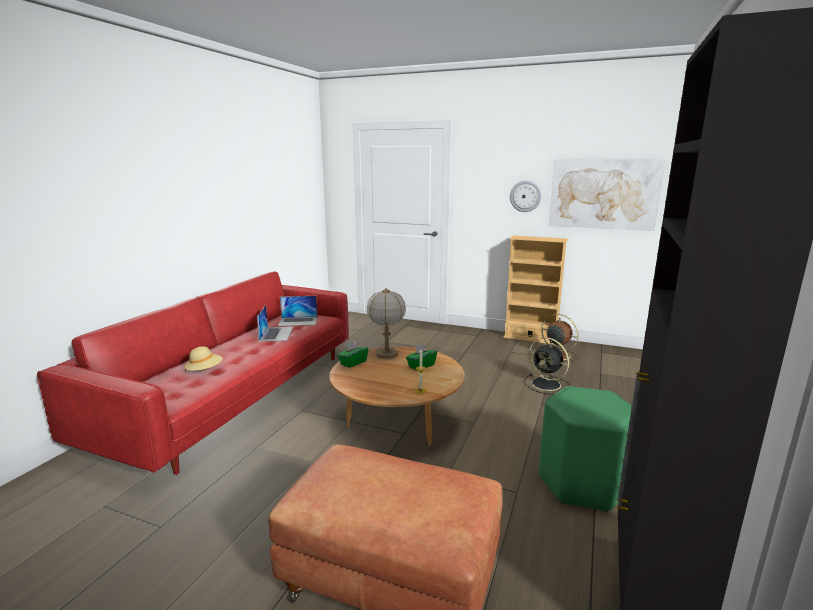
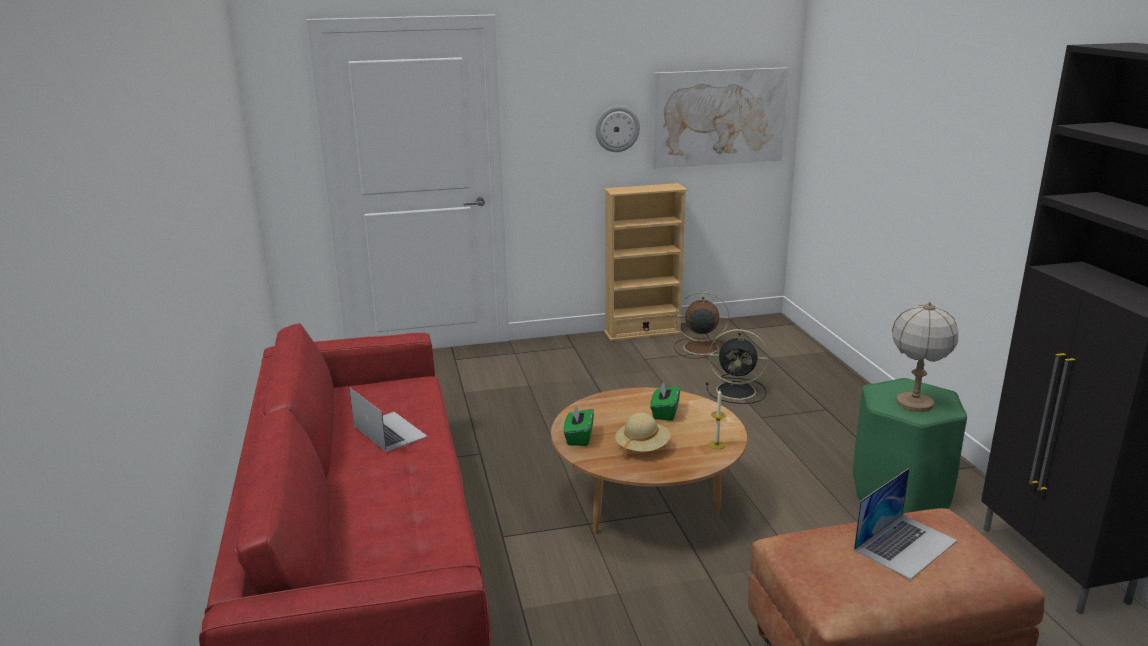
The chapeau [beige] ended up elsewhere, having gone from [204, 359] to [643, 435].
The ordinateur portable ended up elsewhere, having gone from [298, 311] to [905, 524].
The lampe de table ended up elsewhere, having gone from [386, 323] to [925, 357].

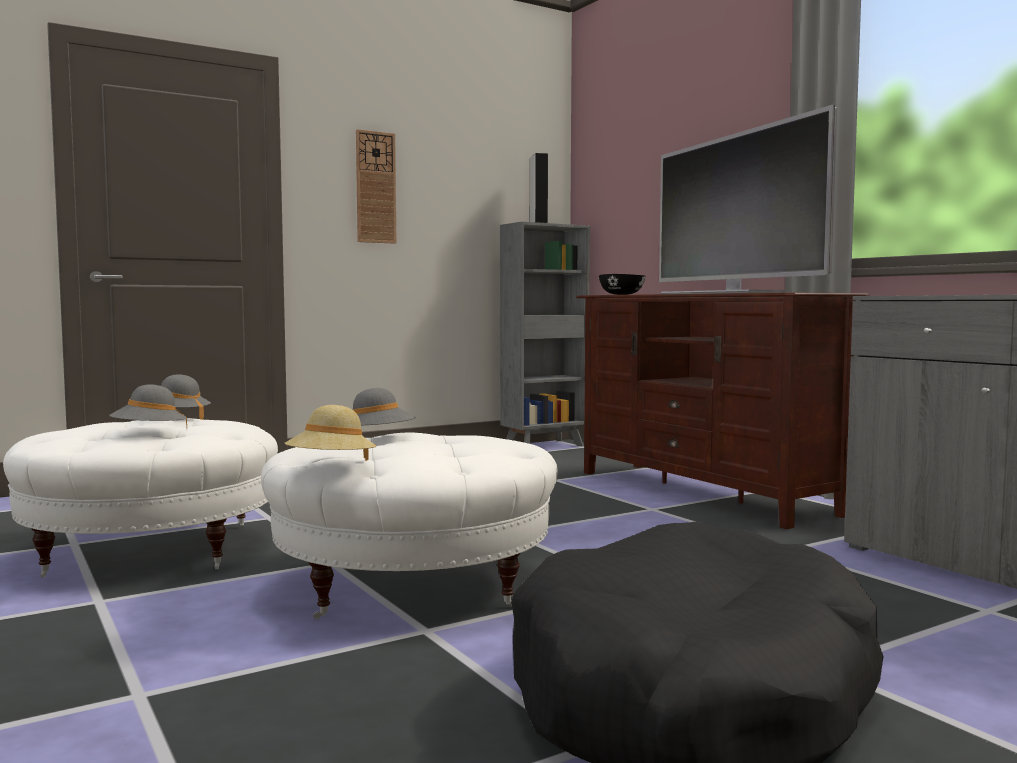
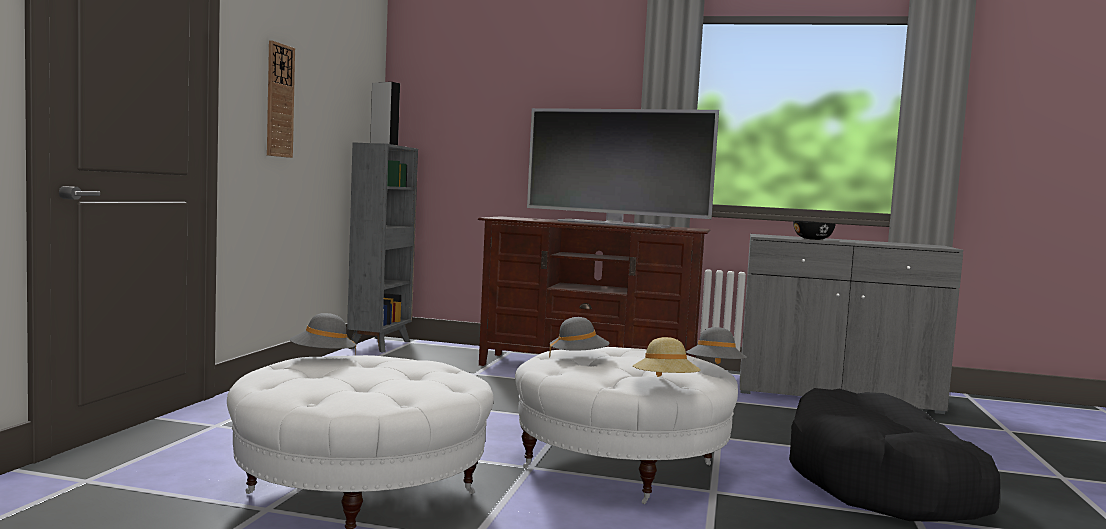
The chapeau [gris] ended up elsewhere, having gone from [148, 405] to [716, 345].
The bol [noir] ended up elsewhere, having gone from [622, 284] to [814, 230].

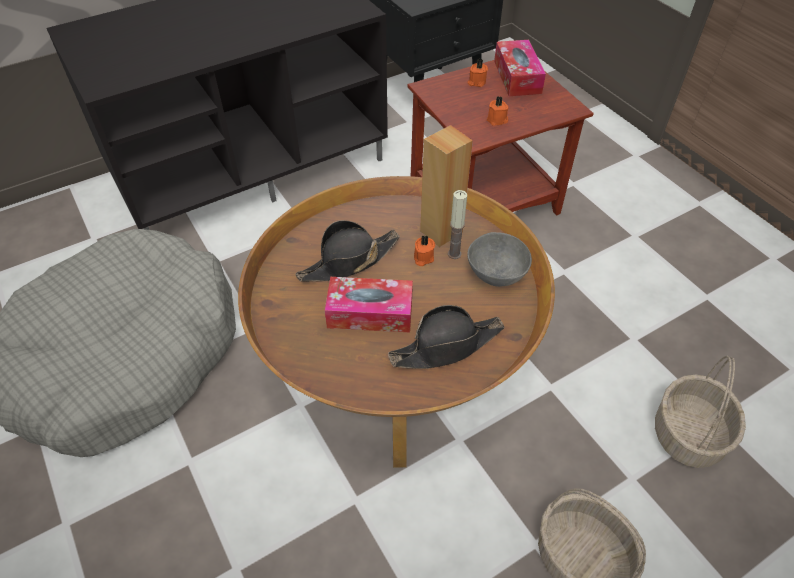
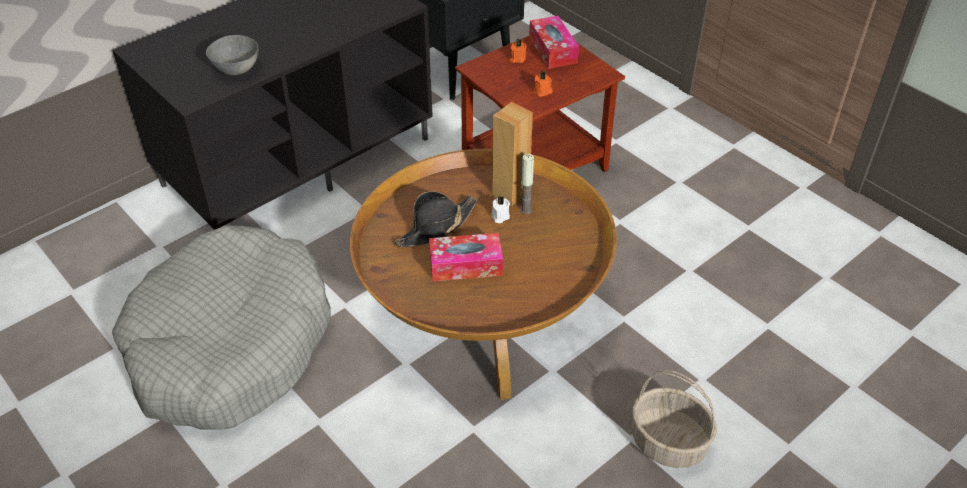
The second view lost the chapeau [noir] at [446, 337].
What was the bougie [orange] at [424, 250] turned into the bougie [blanc] at [500, 209].
The bol [gris] ended up elsewhere, having gone from [499, 259] to [232, 55].
The second view lost the panier at [700, 412].

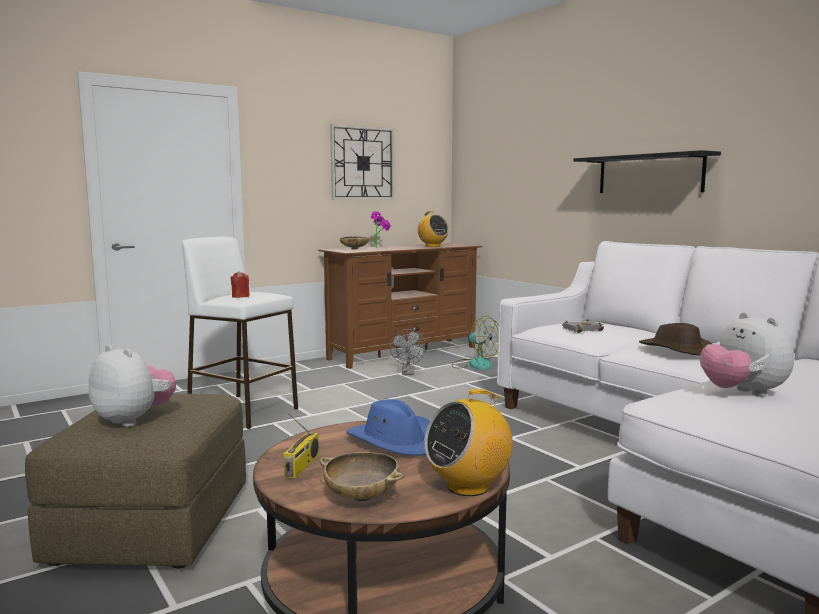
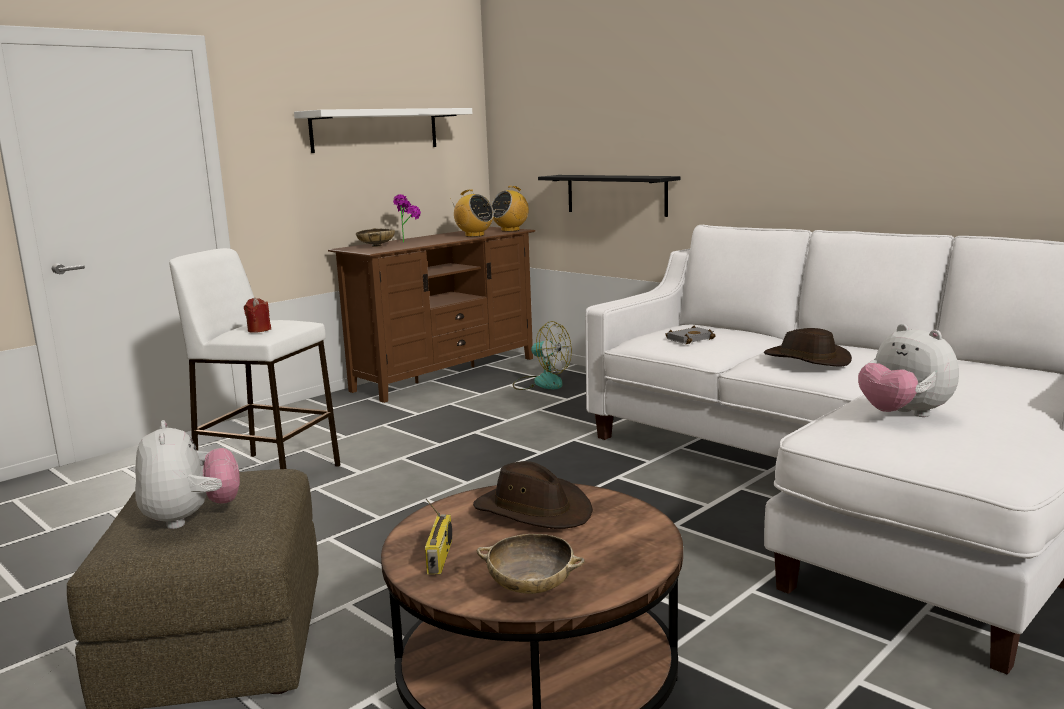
The peluche at [132, 386] ended up facing another way, 45 degrees clockwise from before.
Where the horloge murale hung at [362, 162], the étagère [blanc] came to hang at [383, 130].
What was the chapeau [bleu] at [388, 427] turned into the chapeau [marron] at [533, 495].
The second view lost the ventilateur [gris] at [408, 352].
The radio ended up elsewhere, having gone from [468, 442] to [510, 209].
The étagère [noir] ended up elsewhere, having gone from [647, 171] to [609, 196].

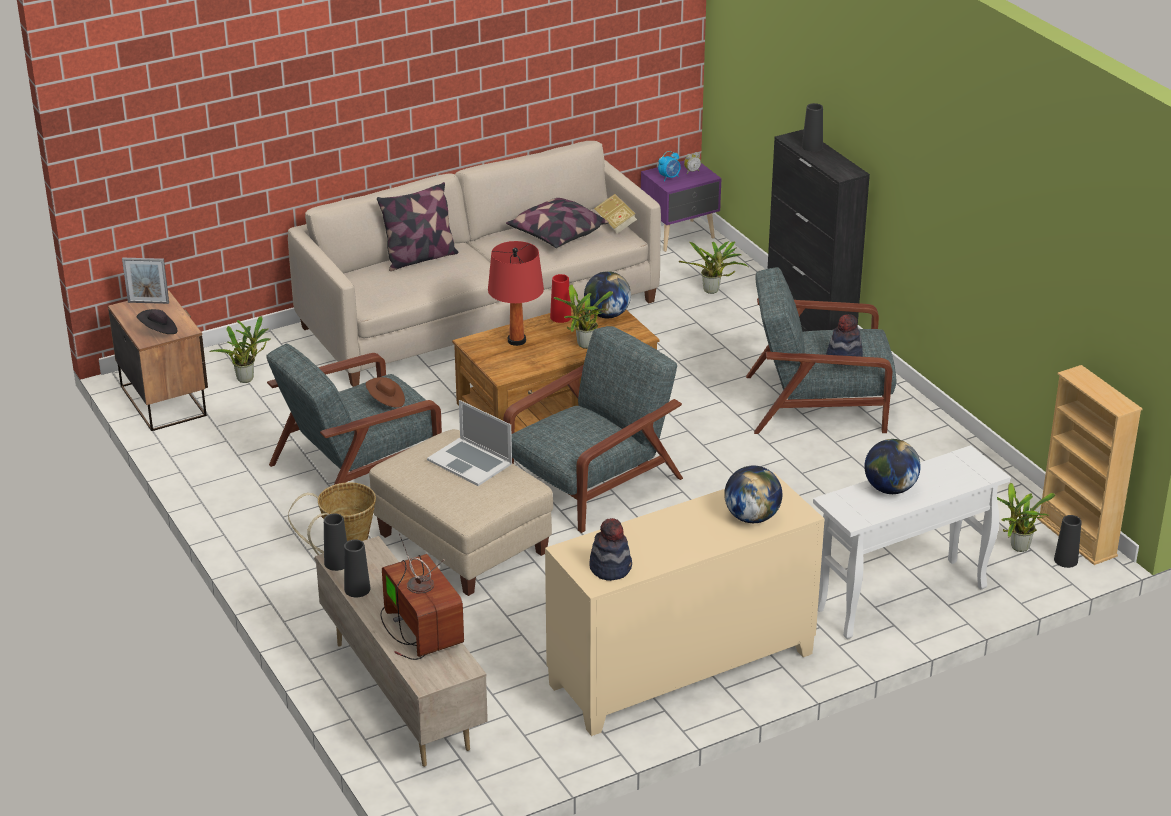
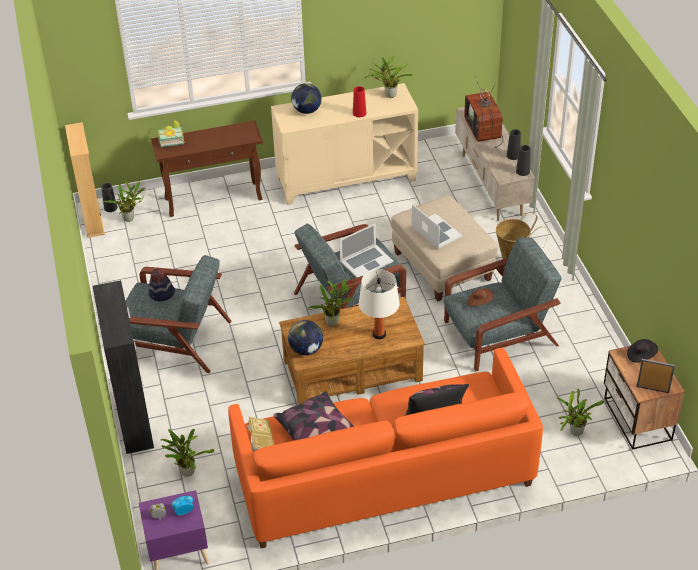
What was the canapé [beige] at [474, 264] turned into the canapé [orange] at [385, 448].
What was the lampe de table [rouge] at [516, 293] turned into the lampe de table [blanc] at [379, 304].
The vase [rouge] ended up elsewhere, having gone from [560, 298] to [359, 101].
Where the chapeau stood at [610, 549], the plante en pot came to stand at [389, 77].
The second view lost the vase [noir] at [812, 127].
What was the table console [blanc] at [912, 542] turned into the table console [marron] at [207, 168].
The second view lost the globe at [892, 466].
The second view gained the livre at [171, 133].
The second view gained the ordinateur portable at [366, 250].

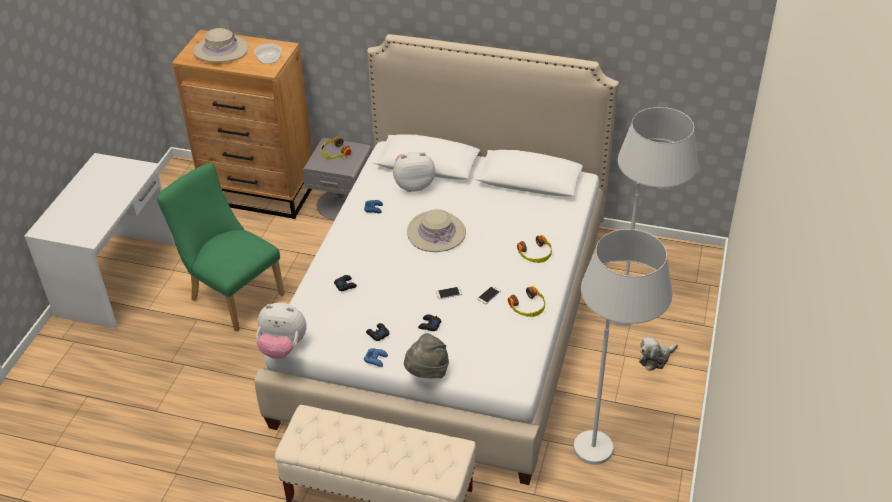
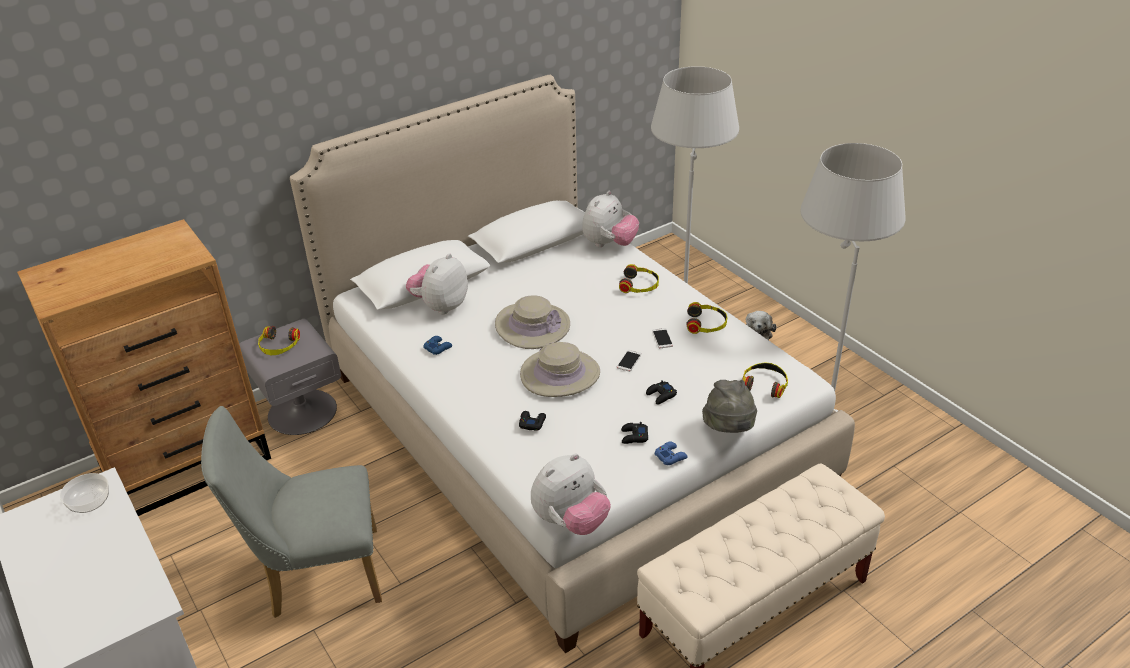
What was the chaise [vert] at [221, 247] turned into the chaise [gris] at [291, 512].
The chapeau [beige] ended up elsewhere, having gone from [220, 45] to [560, 369].
The bol ended up elsewhere, having gone from [268, 53] to [84, 493].
The second view gained the peluche at [610, 218].
The second view gained the casque audio at [765, 380].

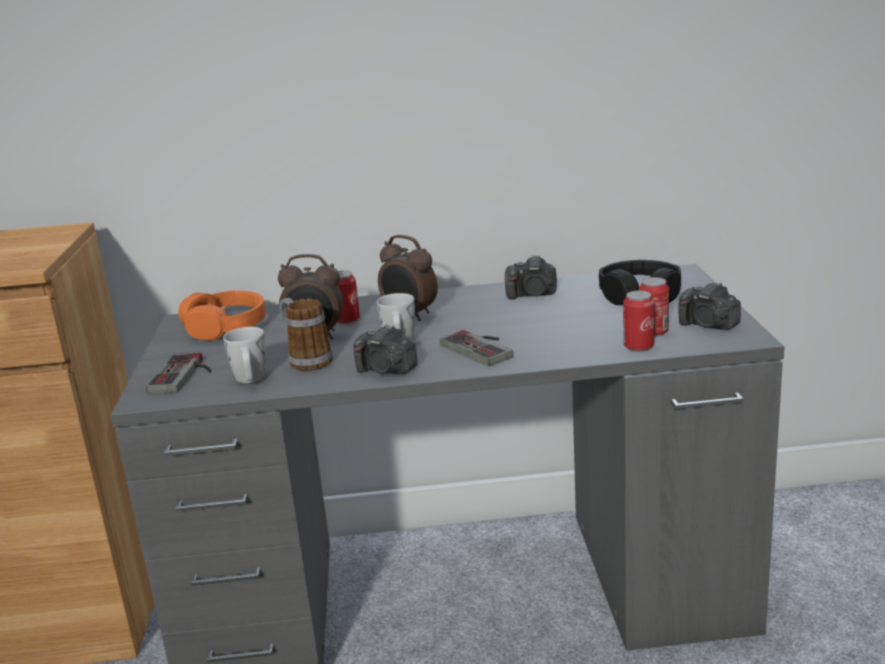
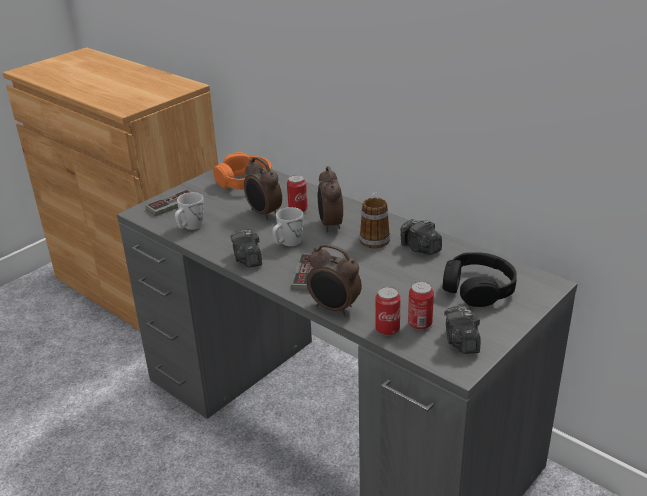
The mug ended up elsewhere, having gone from [306, 334] to [374, 220].
The second view gained the réveil at [334, 280].

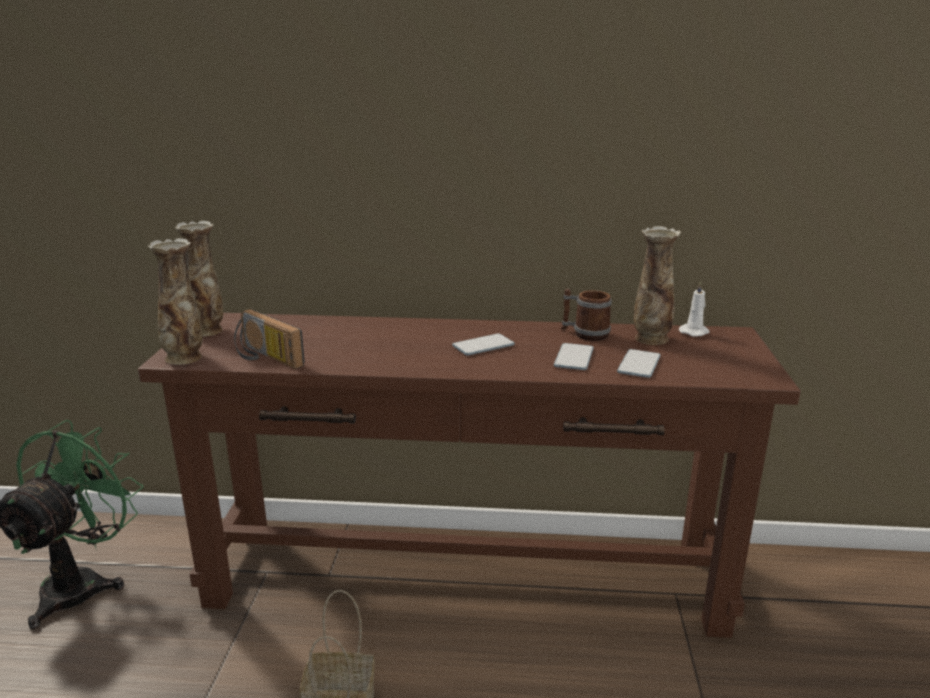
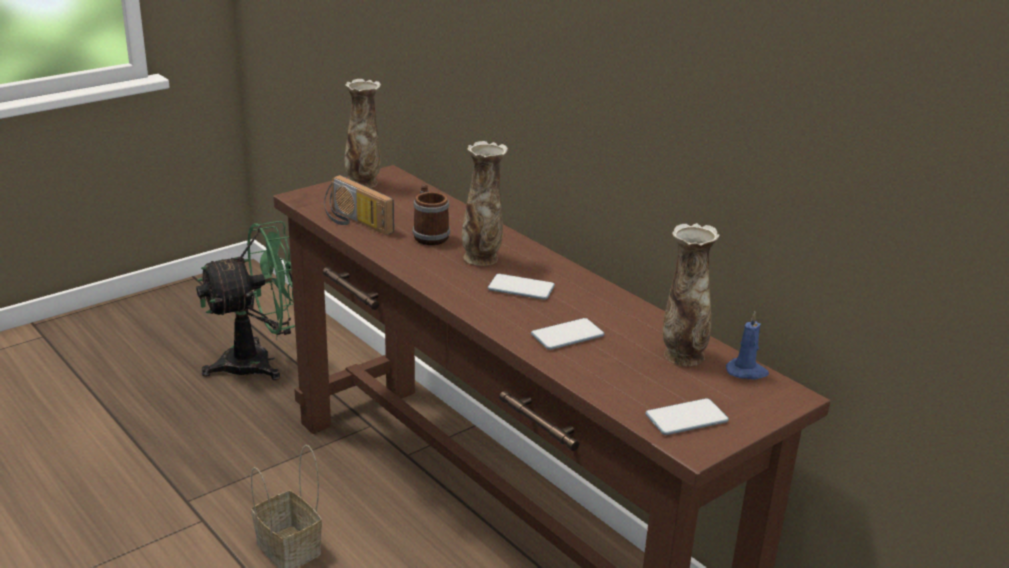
The vase ended up elsewhere, having gone from [175, 301] to [485, 203].
The radio at [269, 339] ended up facing another way, 45 degrees counterclockwise from before.
The mug ended up elsewhere, having gone from [586, 315] to [431, 214].
The téléphone ended up elsewhere, having gone from [639, 363] to [687, 416].
What was the bougie [blanc] at [694, 309] turned into the bougie [bleu] at [747, 346].

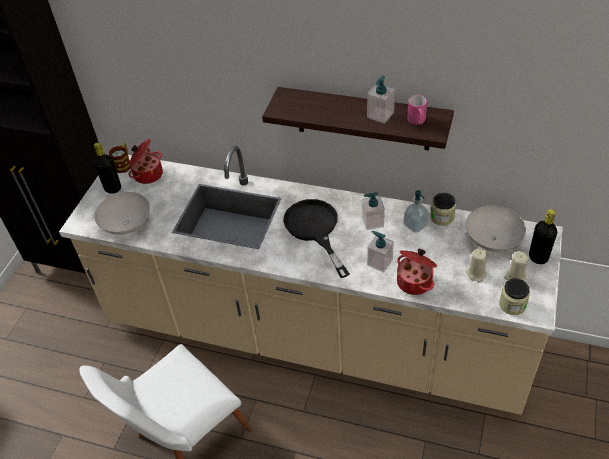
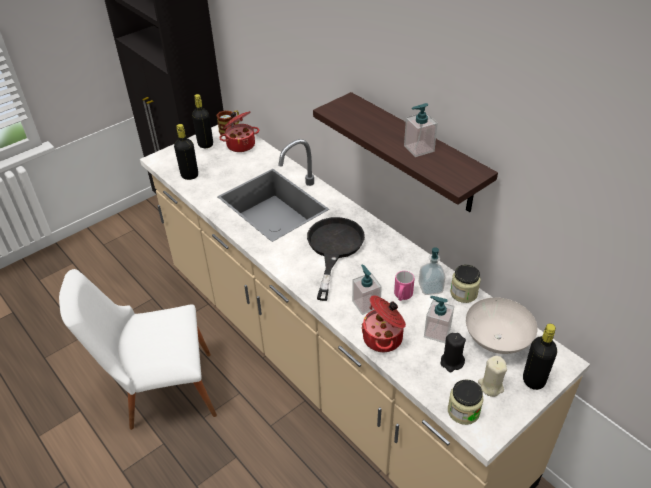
Where the bol [blanc] stood at [122, 213], the bouteille [noir] came to stand at [186, 152].
The distributeur de savon ended up elsewhere, having gone from [373, 211] to [439, 319].
The mug [rose] ended up elsewhere, having gone from [417, 110] to [404, 286].
What was the bougie [beige] at [477, 265] turned into the bougie [noir] at [453, 352].

